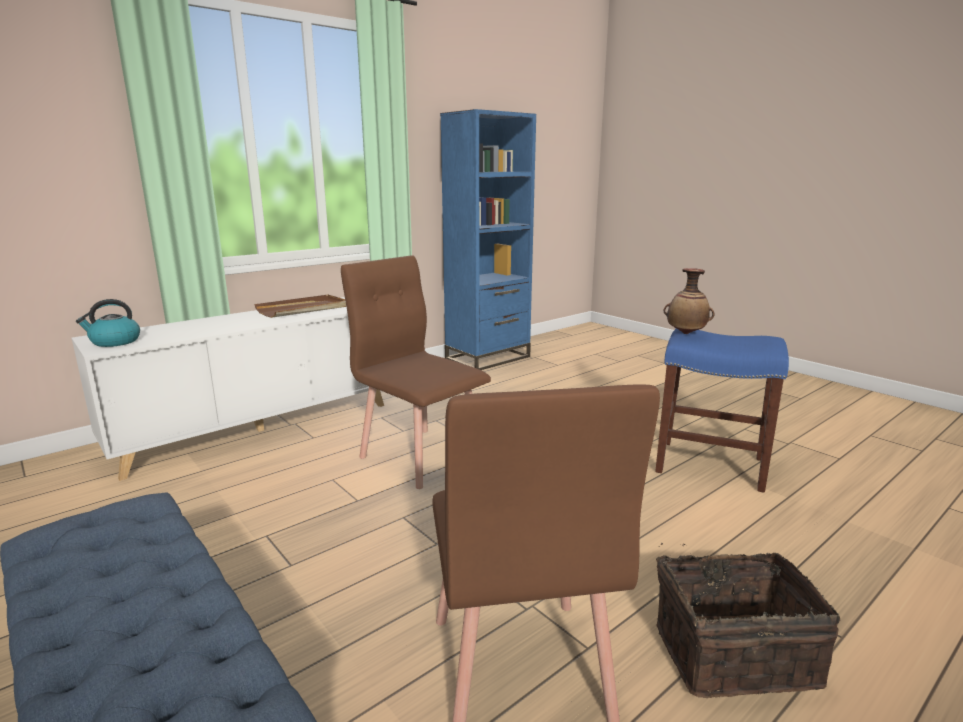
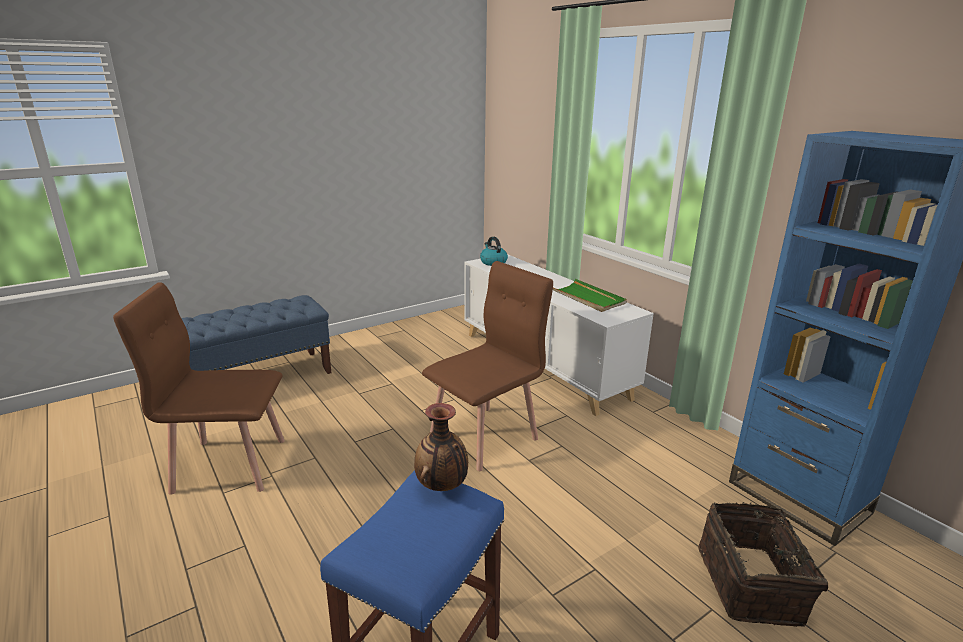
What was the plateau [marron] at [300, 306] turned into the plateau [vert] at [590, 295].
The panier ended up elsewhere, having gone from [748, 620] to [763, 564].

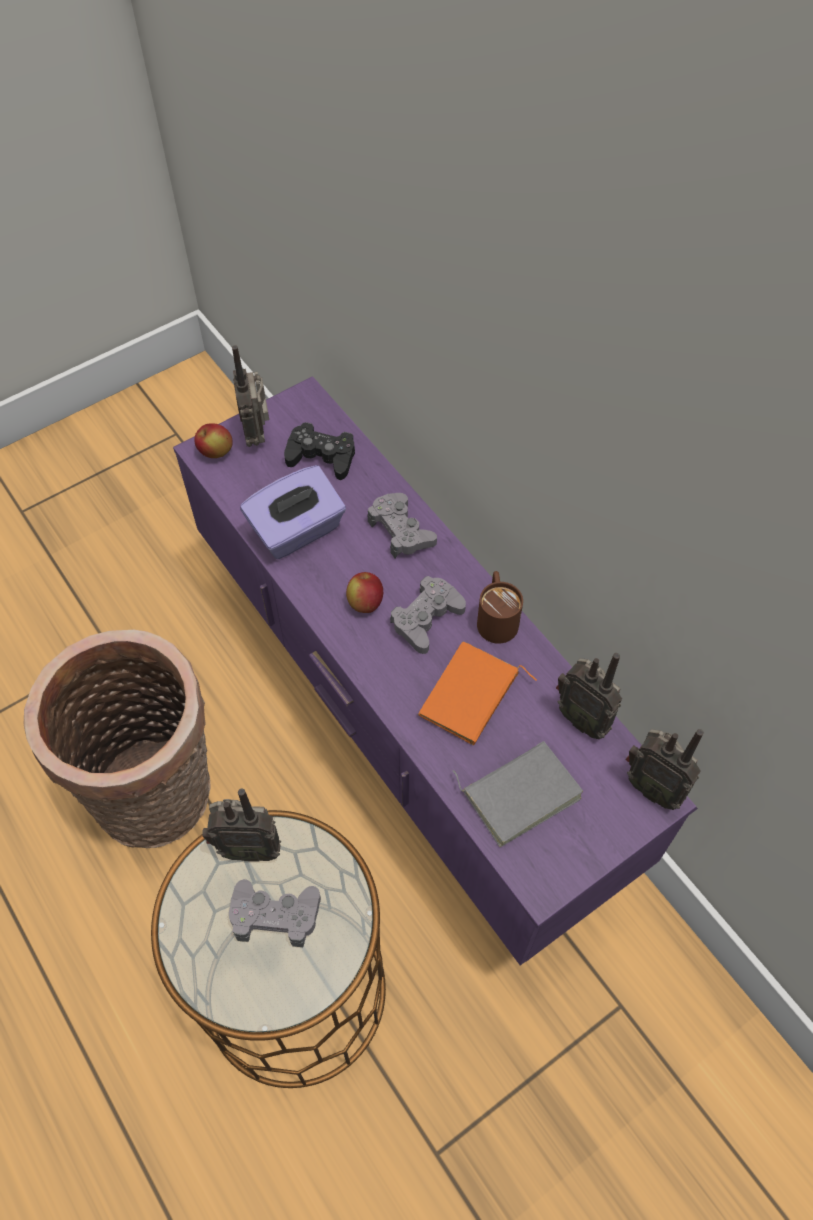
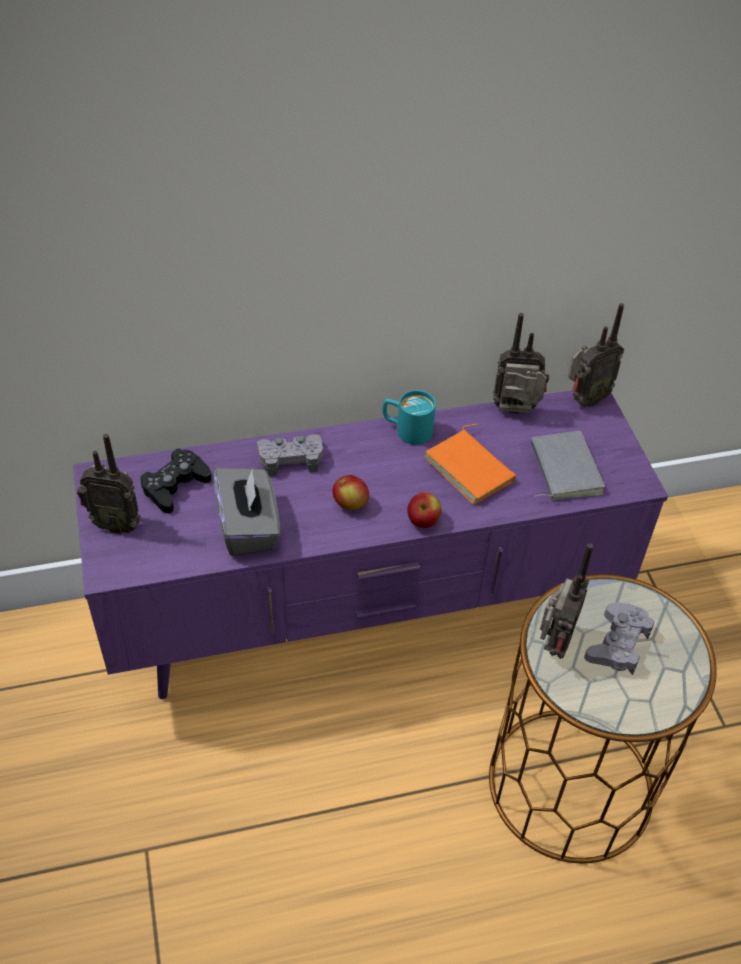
The second view lost the panier at [117, 739].
The pomme ended up elsewhere, having gone from [213, 441] to [424, 510].
What was the boîte à mouchoirs [violet] at [293, 512] turned into the boîte à mouchoirs [gris] at [246, 512].
The second view lost the manette [gris] at [428, 615].
What was the mug [marron] at [500, 607] turned into the mug [turquoise] at [409, 417].
The radio at [589, 696] ended up facing another way, 150 degrees counterclockwise from before.

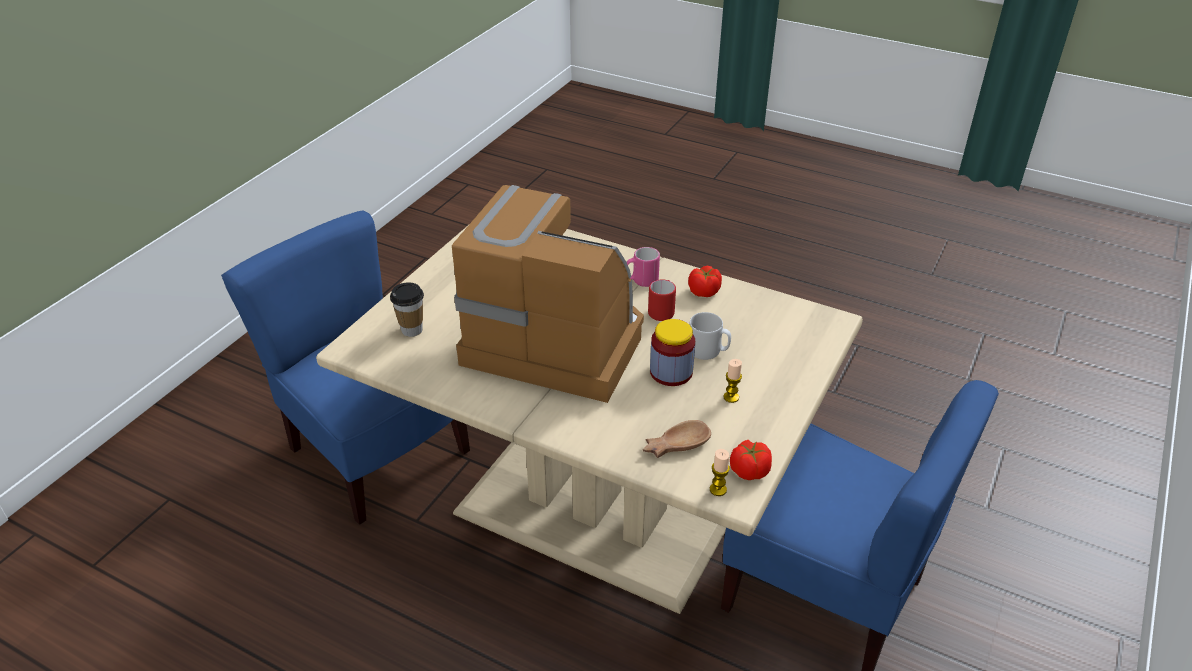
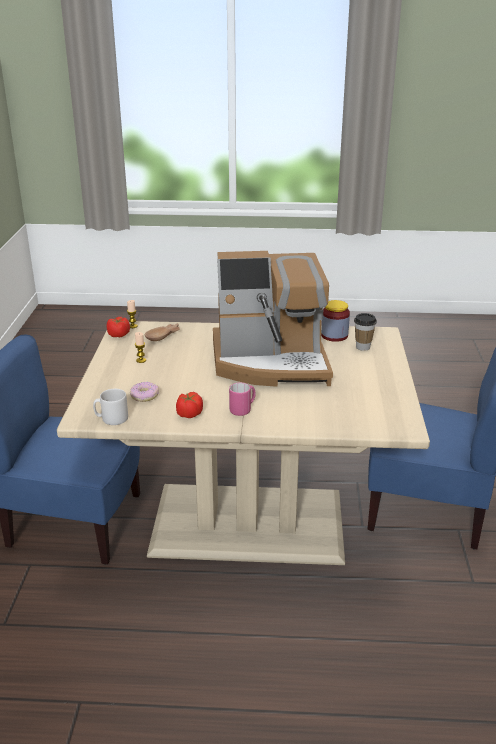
The second view lost the mug [rouge] at [662, 300].
The bocal ended up elsewhere, having gone from [672, 352] to [335, 321].
The mug [gris] ended up elsewhere, having gone from [710, 336] to [110, 407].
The second view gained the beignet at [144, 392].

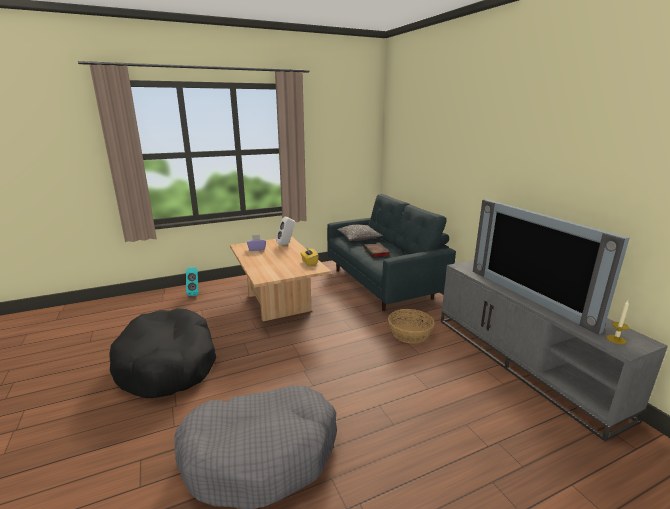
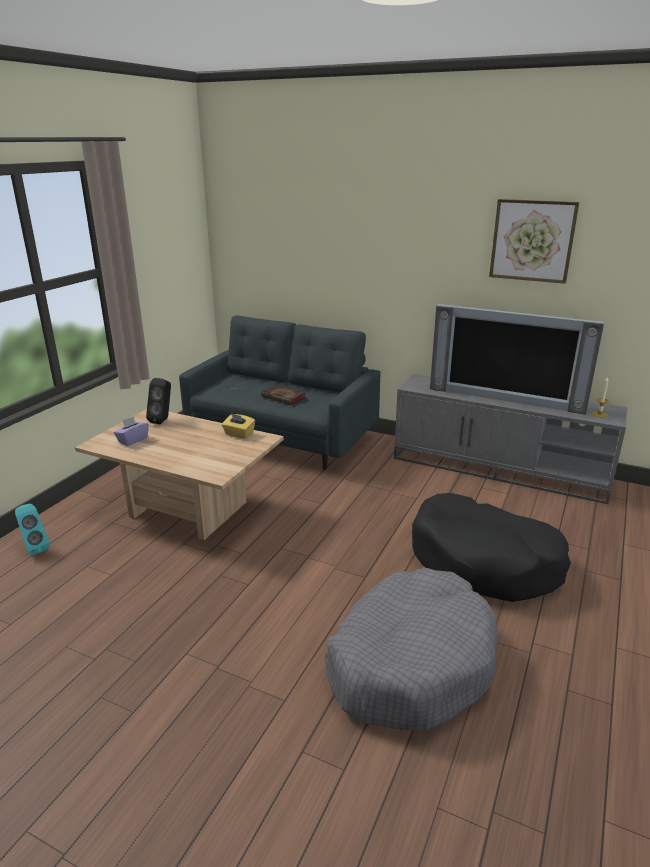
The panier pour chien [noir] ended up elsewhere, having gone from [163, 353] to [491, 547].
What was the enceinte [blanc] at [285, 230] turned into the enceinte [noir] at [158, 401].
The second view lost the coussin at [360, 233].
The second view lost the panier at [411, 326].
The second view gained the tableau at [534, 241].

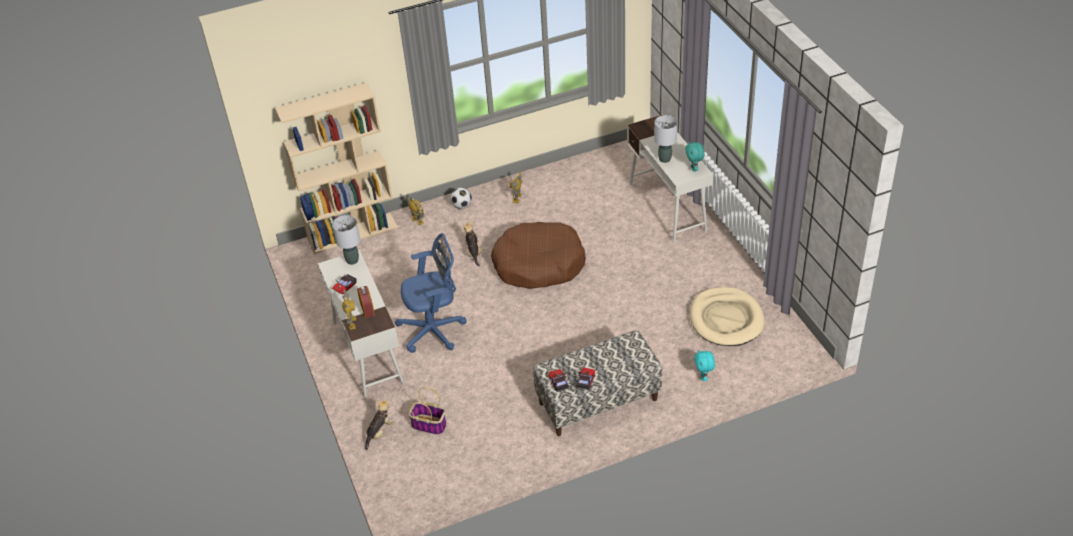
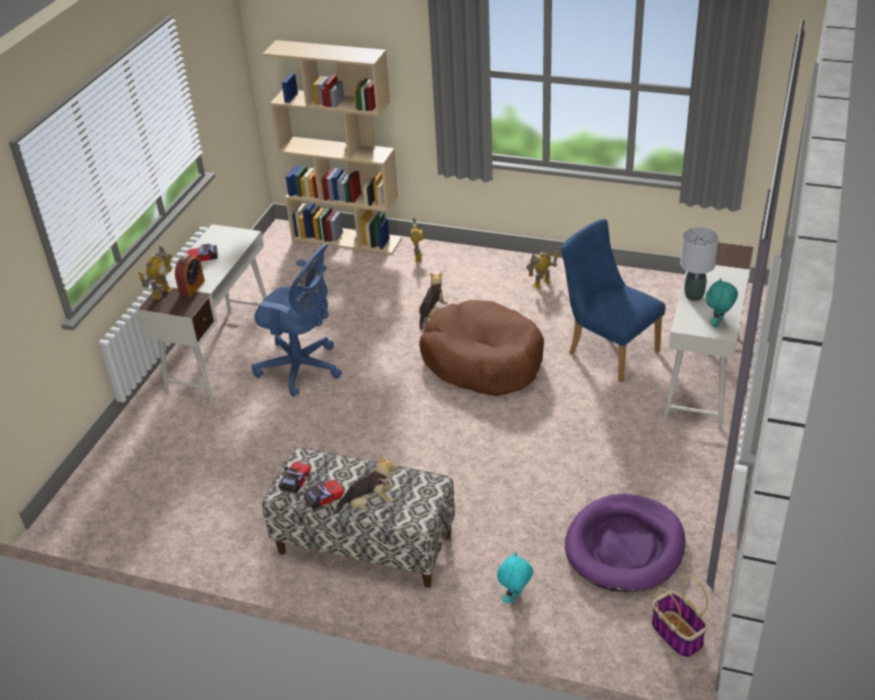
The second view lost the lampe de table [gris] at [346, 240].
The peluche ended up elsewhere, having gone from [380, 425] to [364, 485].
The panier ended up elsewhere, having gone from [427, 411] to [680, 616].
The second view lost the ballon de foot at [461, 198].
What was the panier pour chien [beige] at [727, 316] turned into the panier pour chien [violet] at [625, 543].
The second view gained the chaise [bleu] at [613, 301].

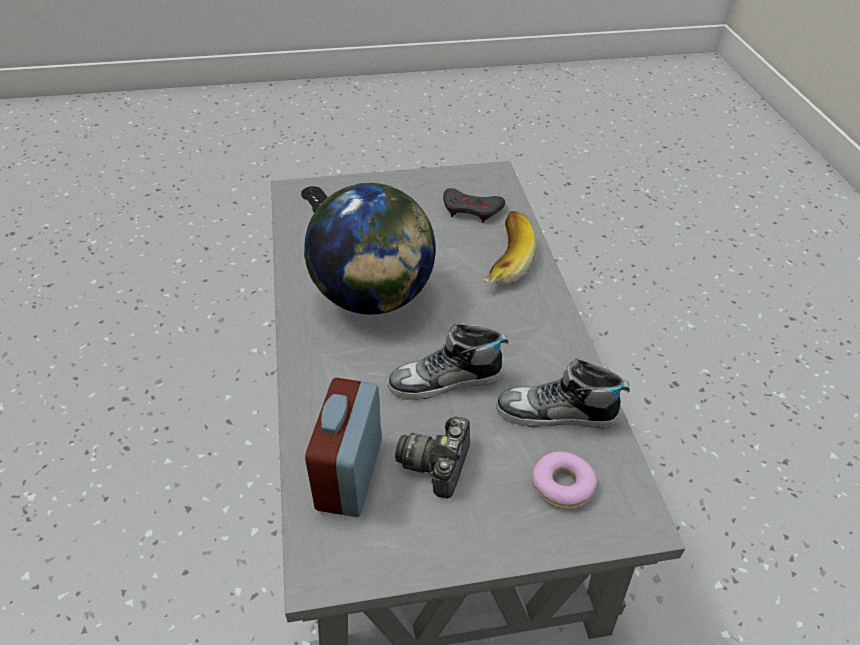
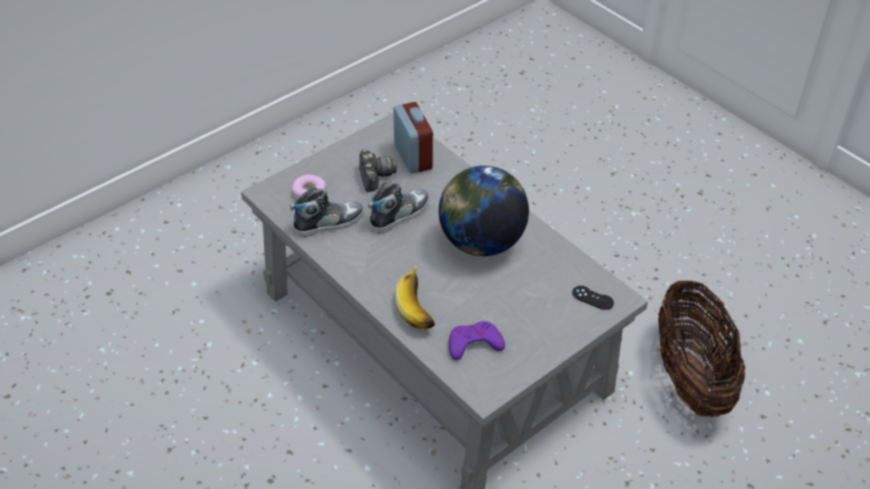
What was the manette [gris] at [474, 205] turned into the manette [violet] at [477, 340].
The second view gained the panier at [701, 348].

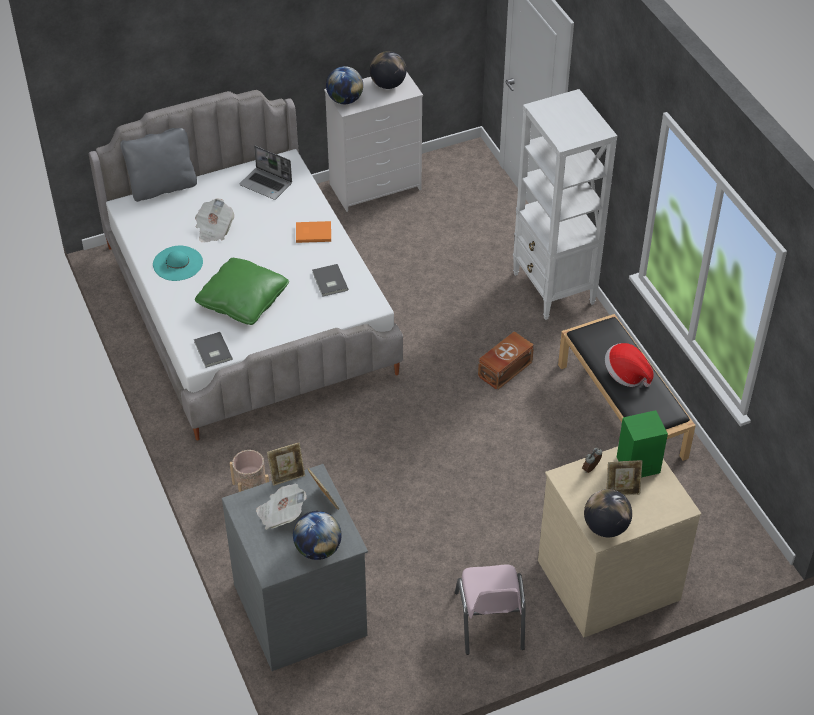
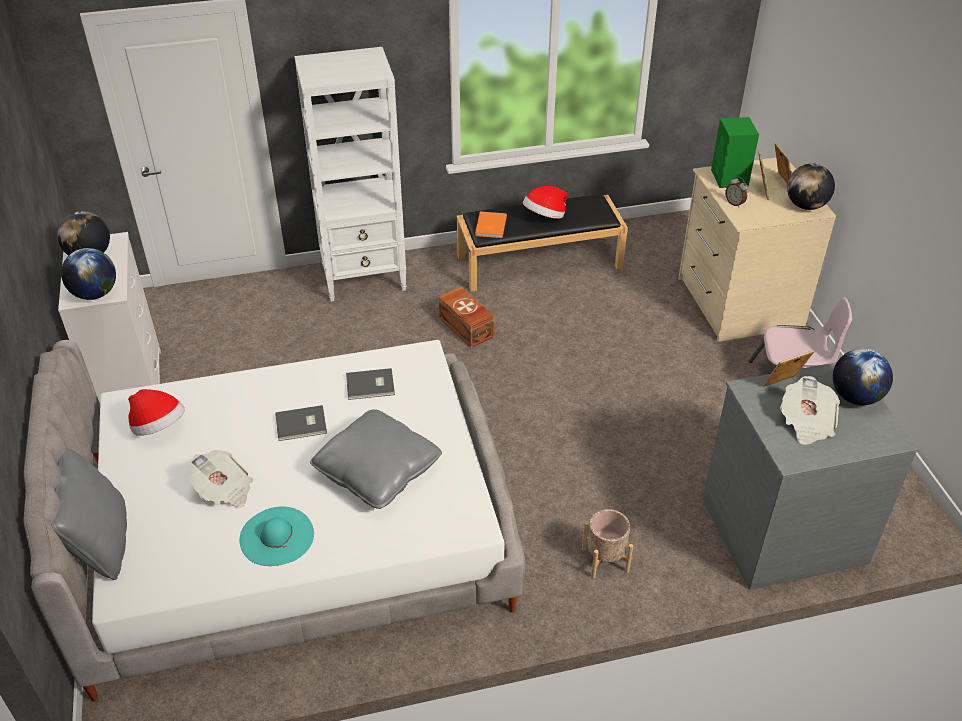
The livre [gris] ended up elsewhere, having gone from [213, 350] to [301, 423].
What was the coussin [vert] at [242, 291] turned into the coussin [gris] at [376, 459].
Where the ordinateur portable stood at [265, 173], the chapeau came to stand at [156, 412].
The cadre photo ended up elsewhere, having gone from [286, 464] to [782, 163].
The livre [orange] ended up elsewhere, having gone from [313, 232] to [491, 224].

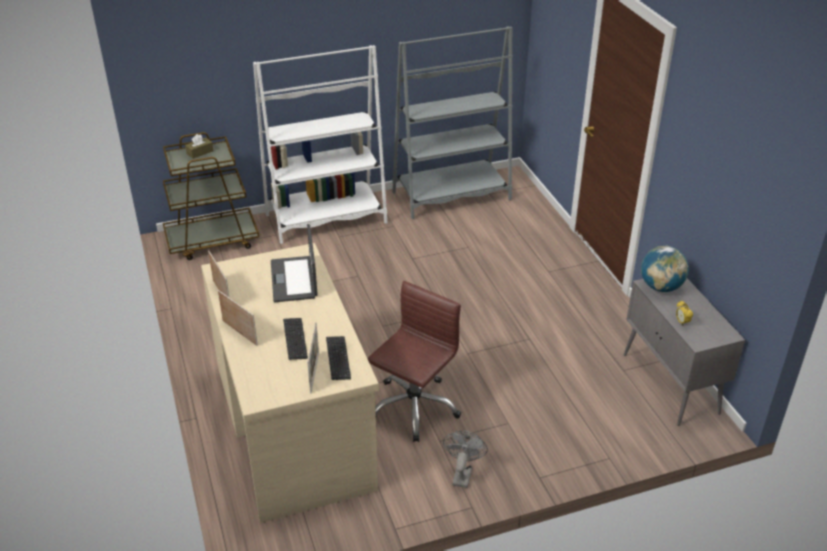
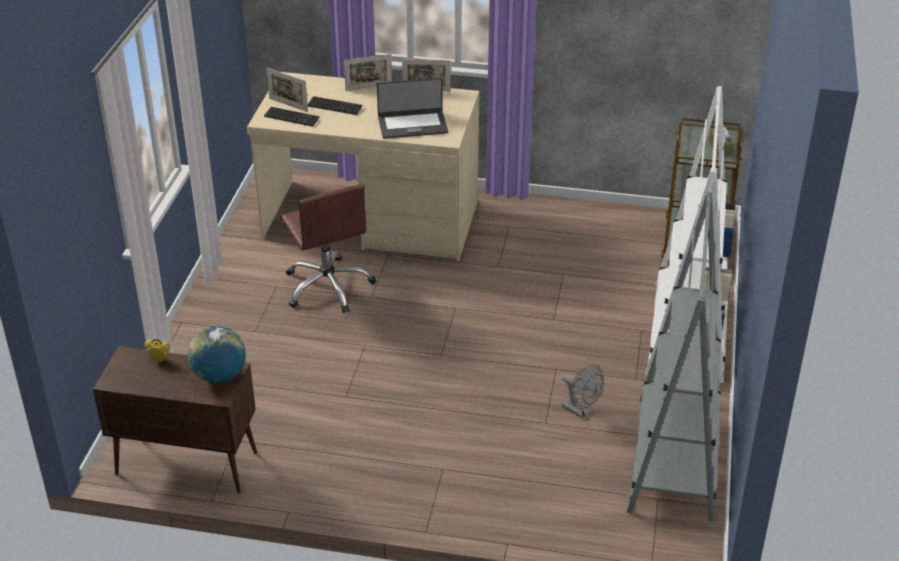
The ordinateur portable at [294, 263] ended up facing another way, 150 degrees clockwise from before.
The ventilateur [gris] ended up elsewhere, having gone from [465, 459] to [583, 391].
What was the meuble de rangement [gris] at [684, 352] turned into the meuble de rangement [marron] at [175, 419].

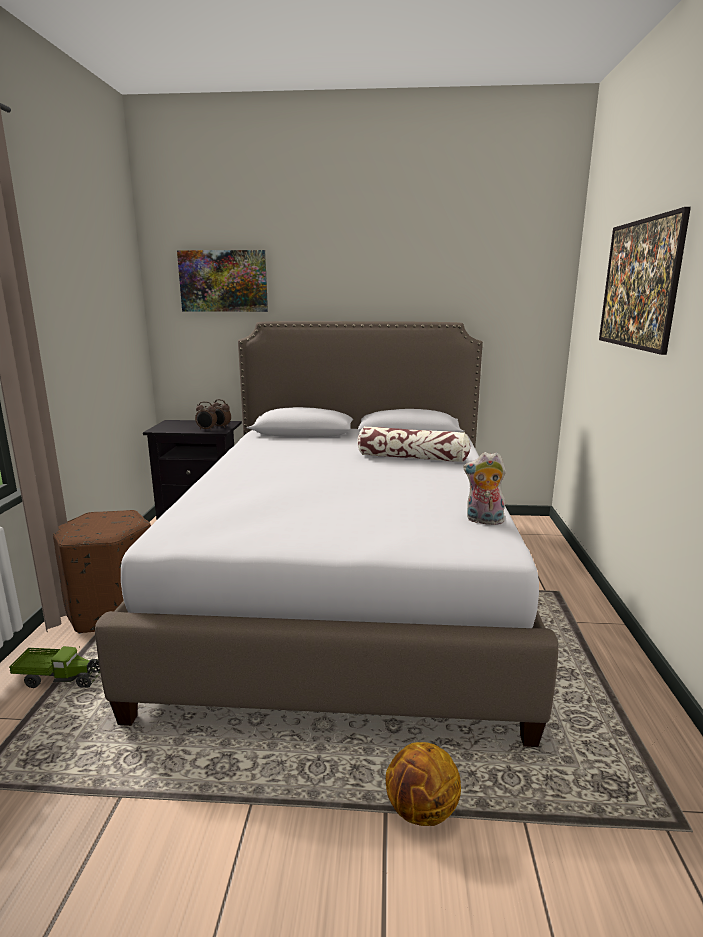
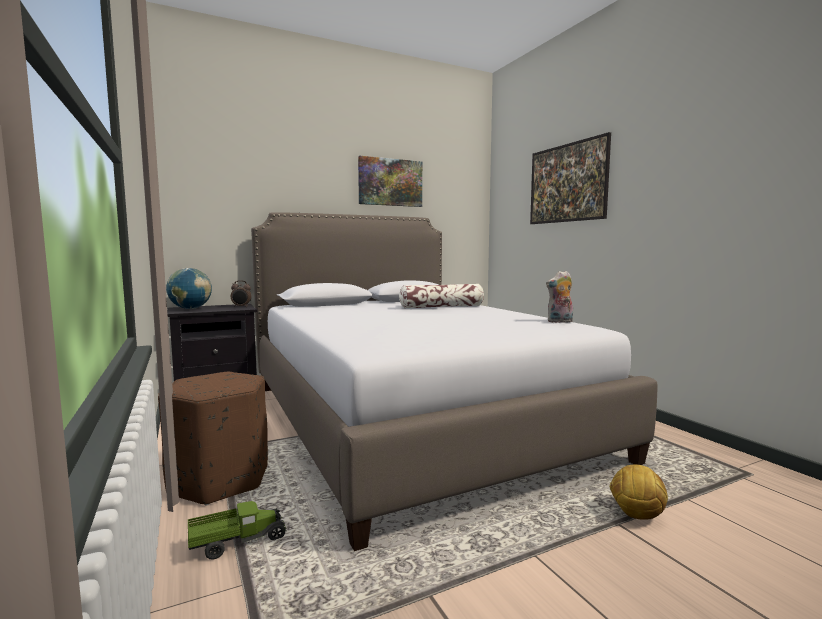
The tableau ended up elsewhere, having gone from [222, 281] to [390, 181].
The second view lost the réveil at [206, 416].
Where the ballon de basket stood at [423, 784], the ballon de foot came to stand at [638, 492].
The second view gained the globe at [189, 288].

